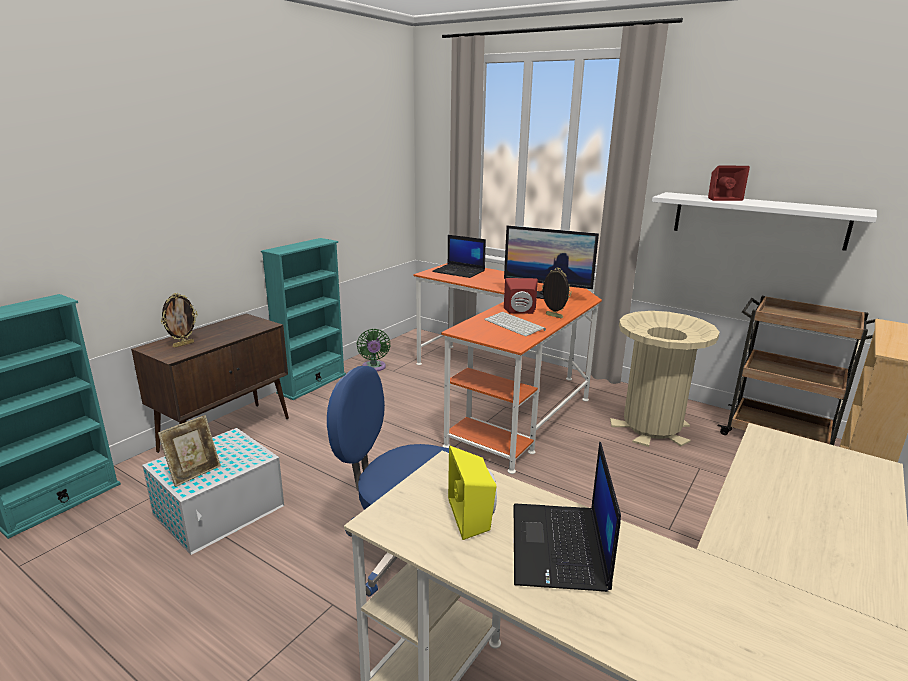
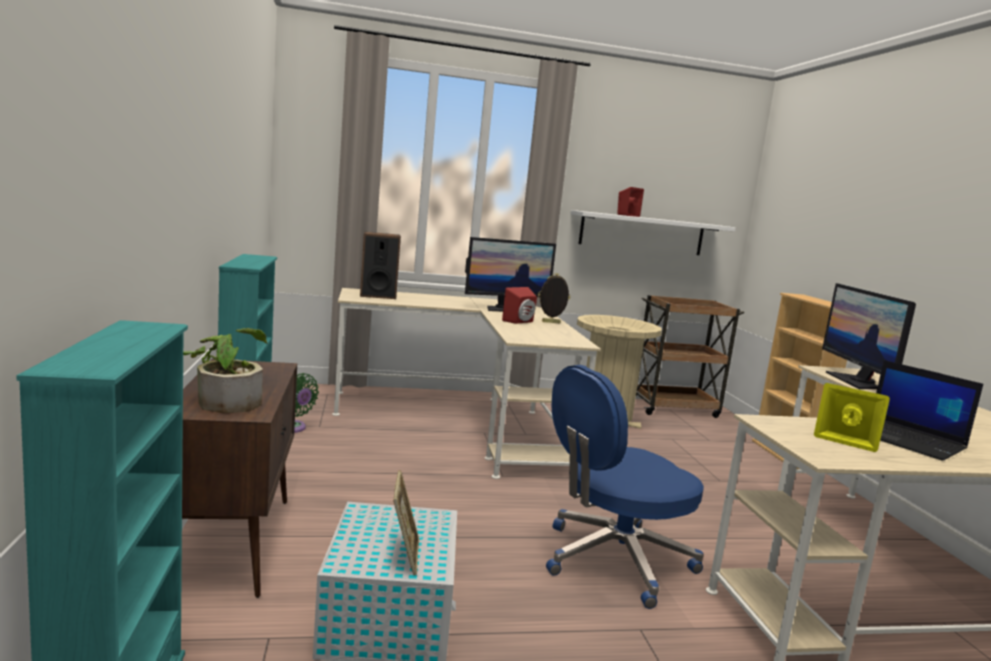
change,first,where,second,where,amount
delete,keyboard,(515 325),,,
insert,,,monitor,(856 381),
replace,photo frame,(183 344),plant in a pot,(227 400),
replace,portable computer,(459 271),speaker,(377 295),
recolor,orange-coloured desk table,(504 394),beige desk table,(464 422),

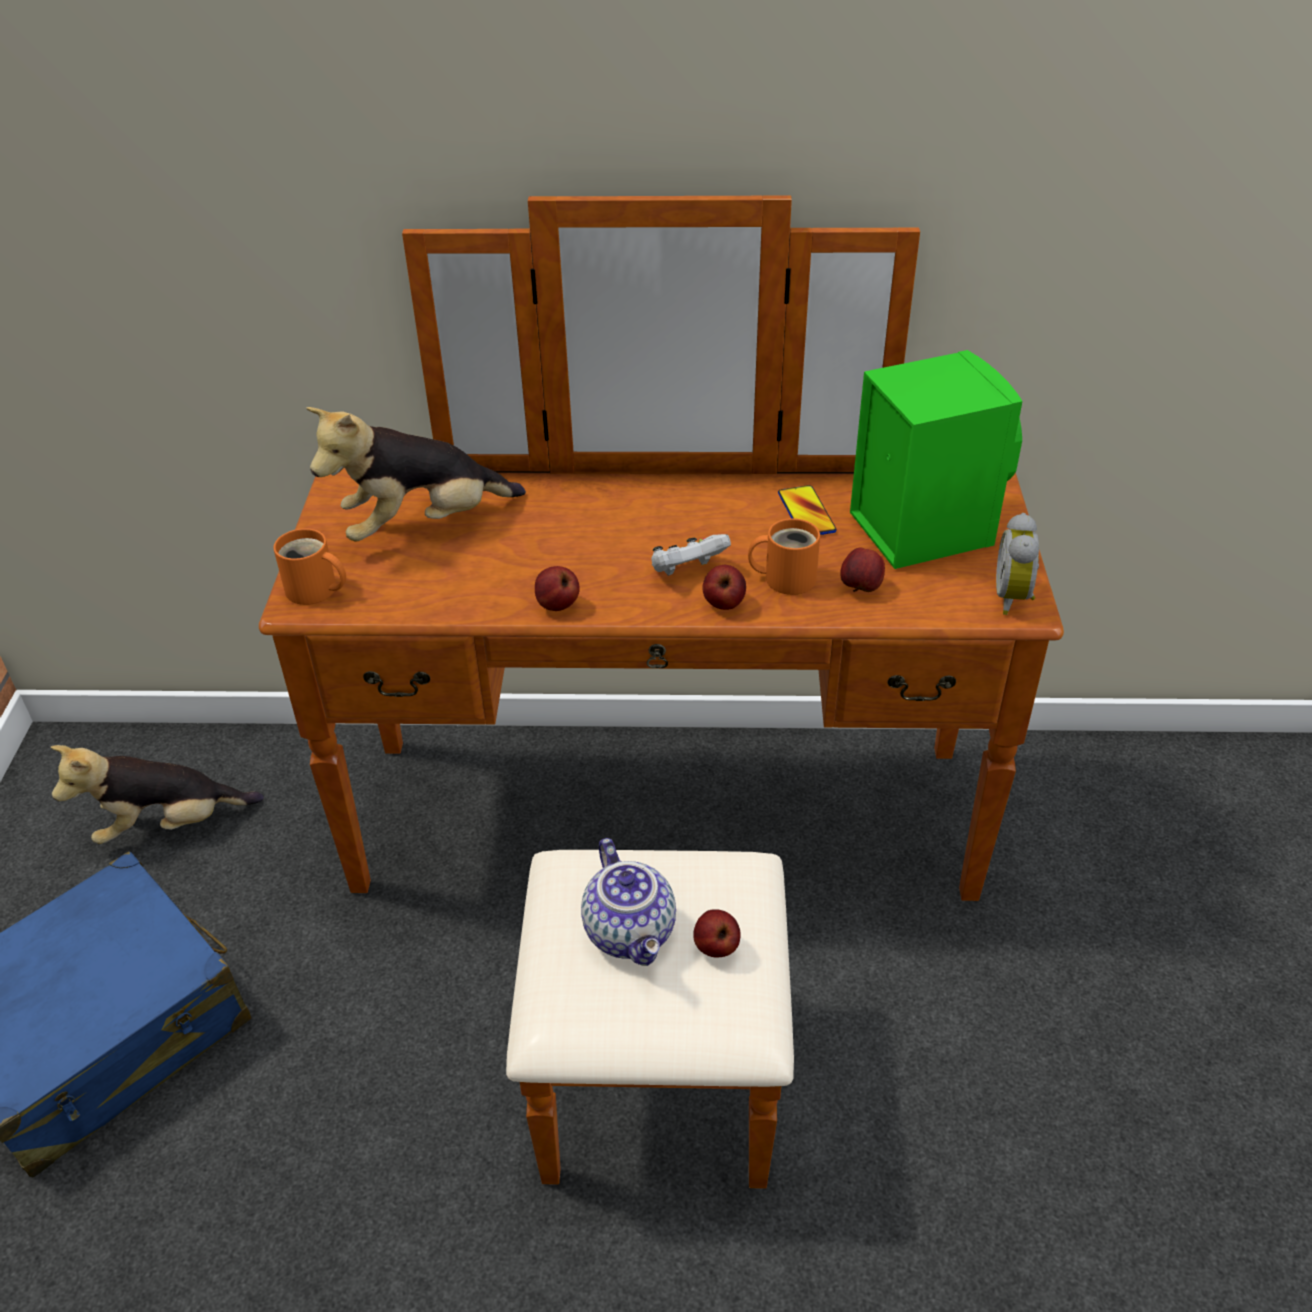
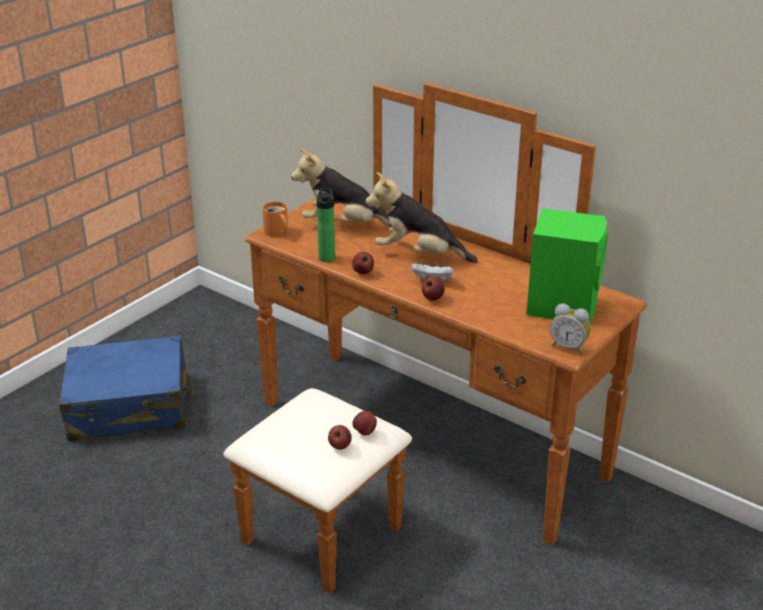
change,first,where,second,where,amount
delete,pot for tea,(632 932),,,
delete,orange-coloured coffee mug,(785 577),,,
delete,telephone,(806 513),,,
insert,,,beverage bottle,(327 256),
move,plush toy,(168 825),,(418 254),
move,apple fruit,(861 588),,(364 432),
rotate,alarm clock,(1014 598),,(569 347),105 degrees counterclockwise

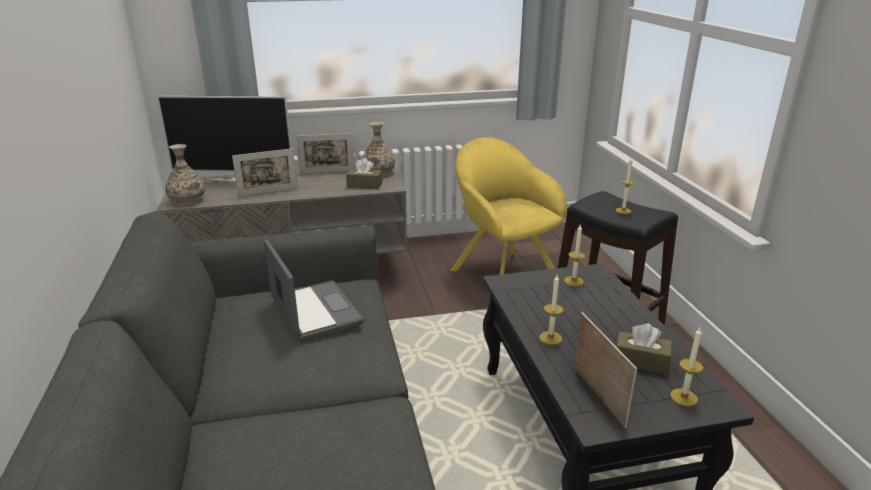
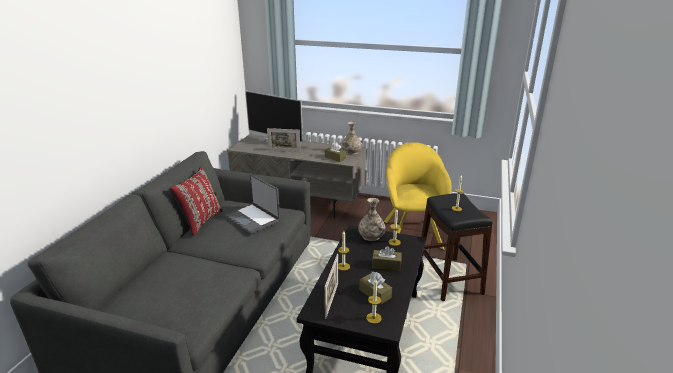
change,first,where,second,where,amount
delete,photo frame,(327 172),,,
insert,,,red-coloured pillow,(200 221),
insert,,,brownish tissue box,(386 265),
move,decorative vase,(187 200),,(371 236),
rotate,portable computer,(314 312),,(253 219),135 degrees clockwise

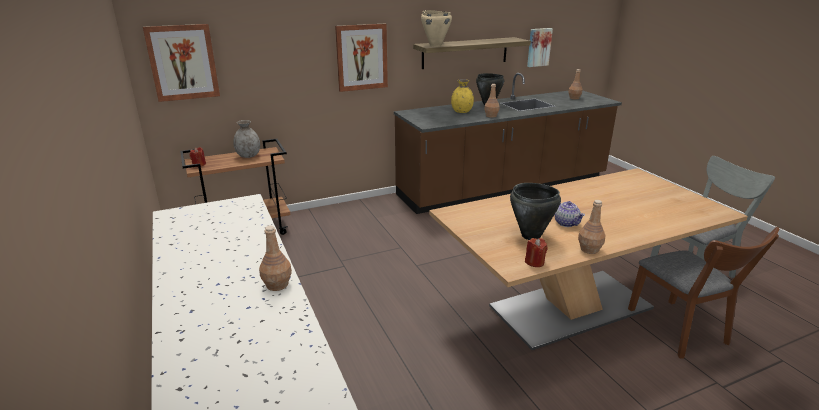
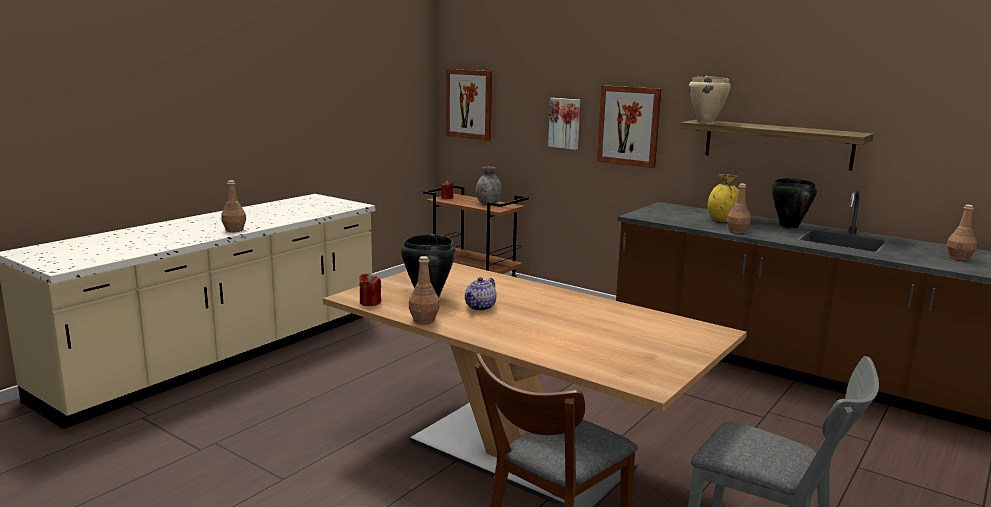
change,first,where,second,where,amount
move,picture,(538 47),,(565 123),

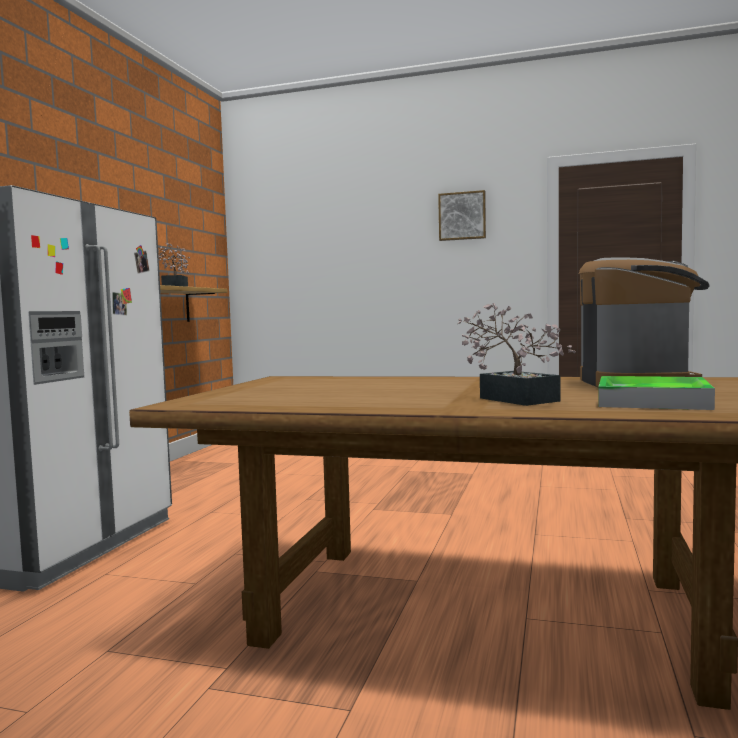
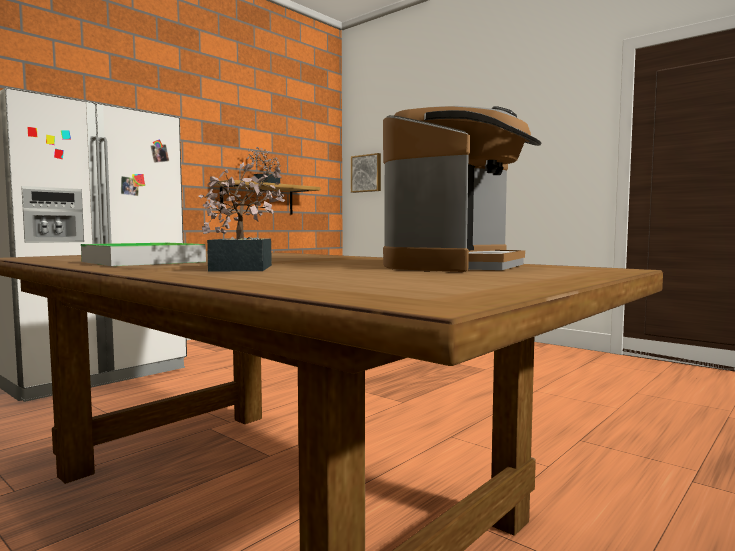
change,first,where,second,where,amount
move,picture,(462 216),,(366 173),
move,tray,(652 401),,(143 261),

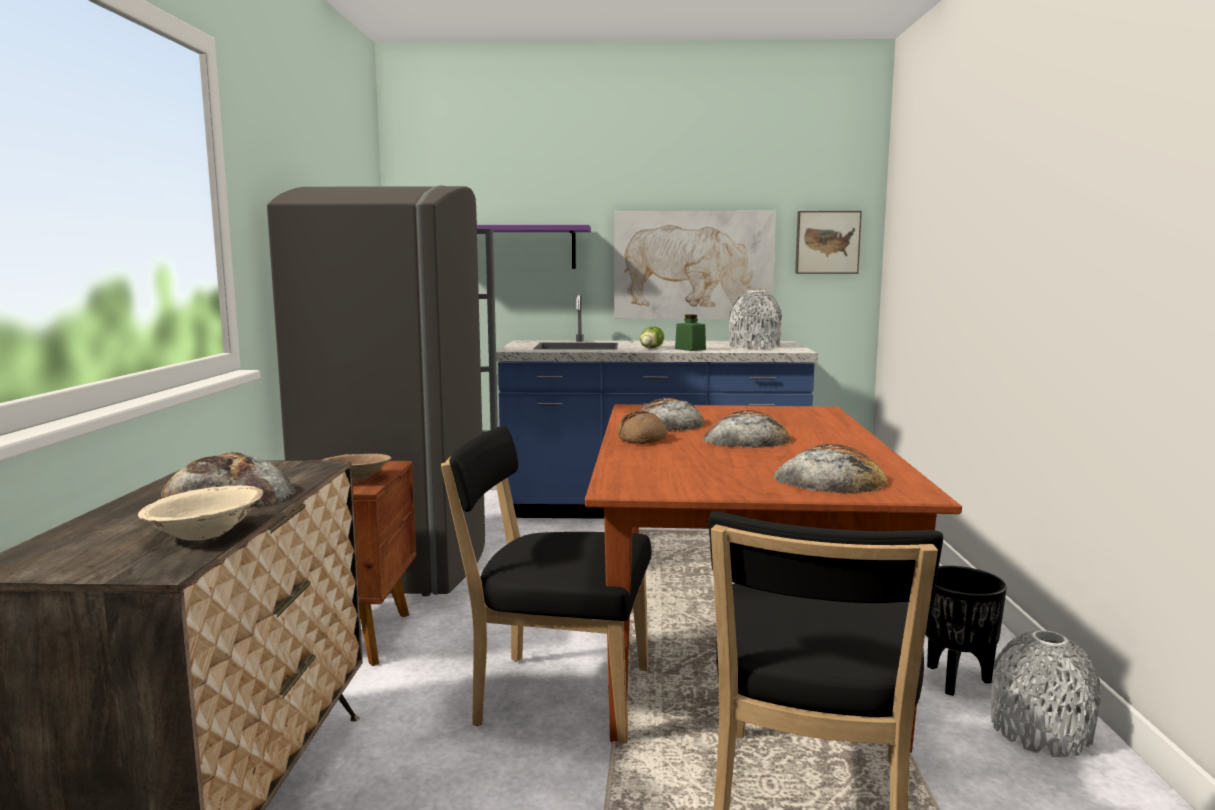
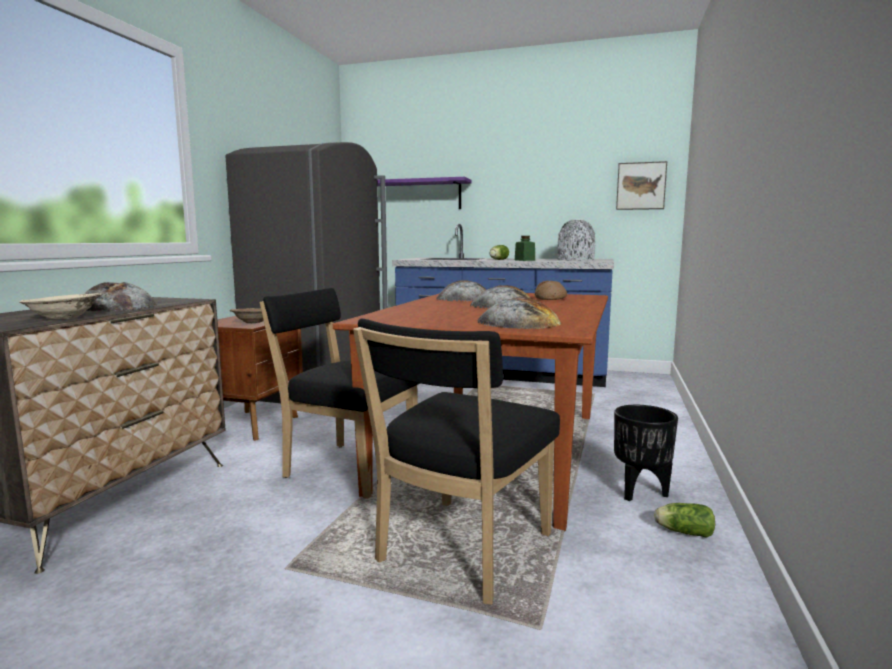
change,first,where,second,where,amount
delete,picture,(693 265),,,
move,bakery bread,(642 439),,(550 298),
replace,greyish decorative vase,(1040 731),lettuce,(682 532),

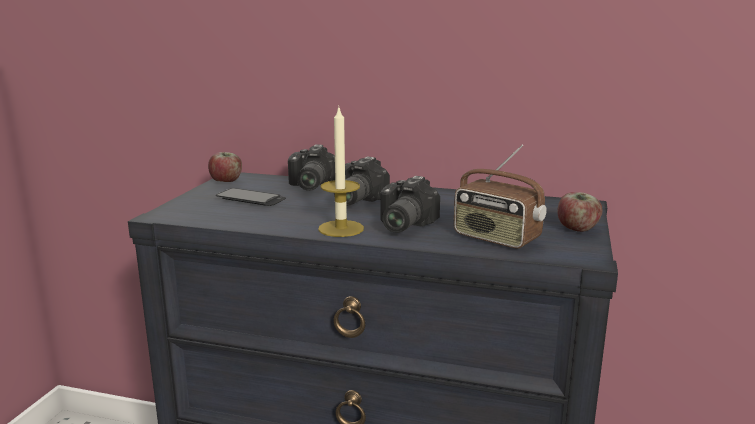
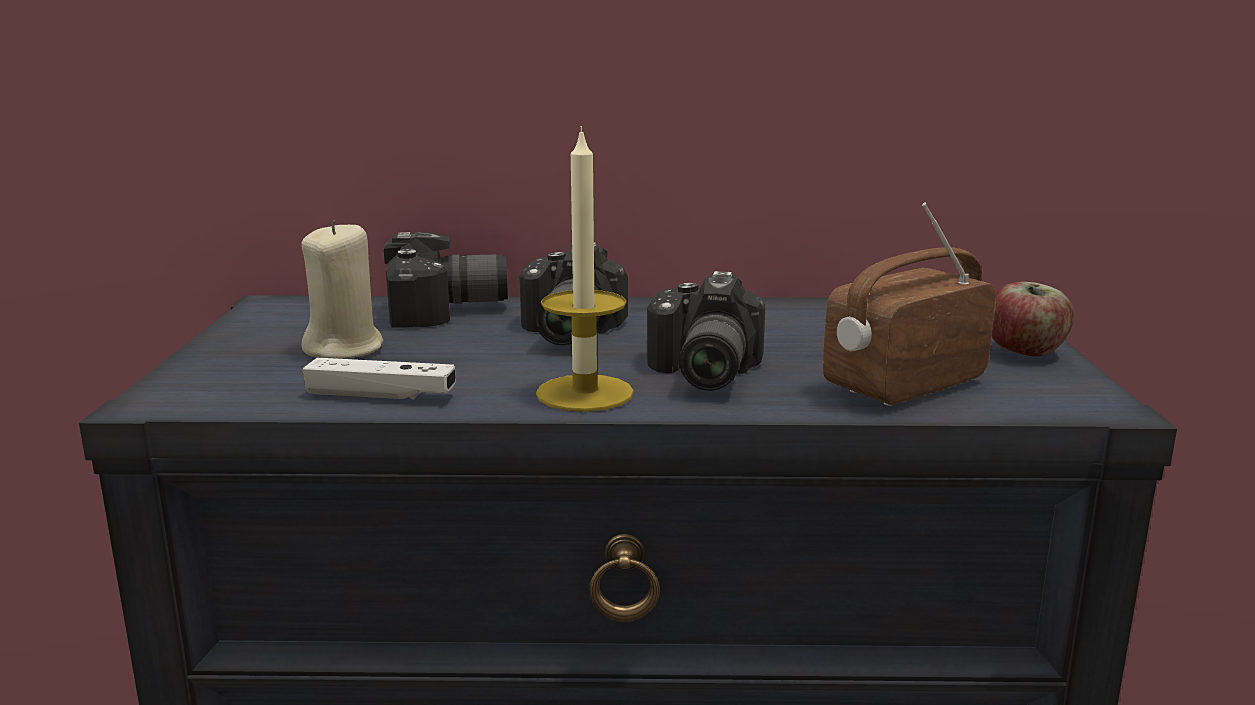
change,first,where,second,where,amount
delete,apple fruit,(226 181),,,
insert,,,white gamepad,(381 395),
replace,telephone,(251 199),beige candle,(345 349),
rotate,still camera,(308 186),,(448 312),90 degrees counterclockwise
rotate,radio,(495 238),,(902 384),120 degrees clockwise

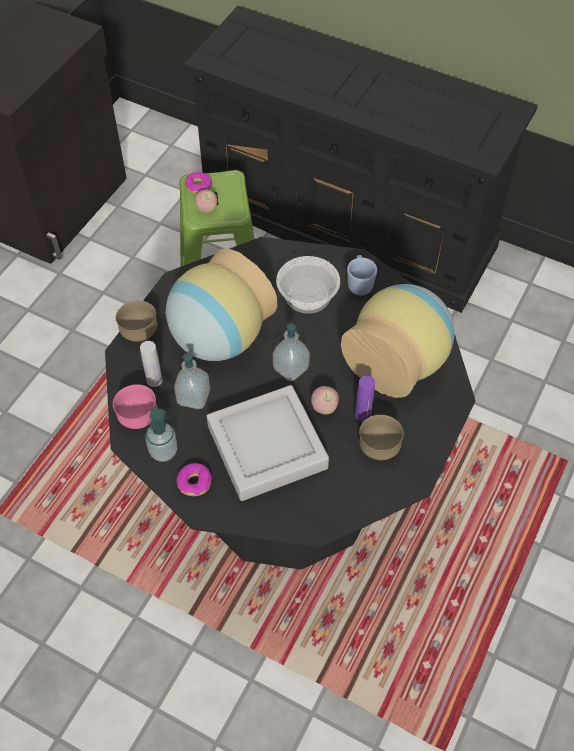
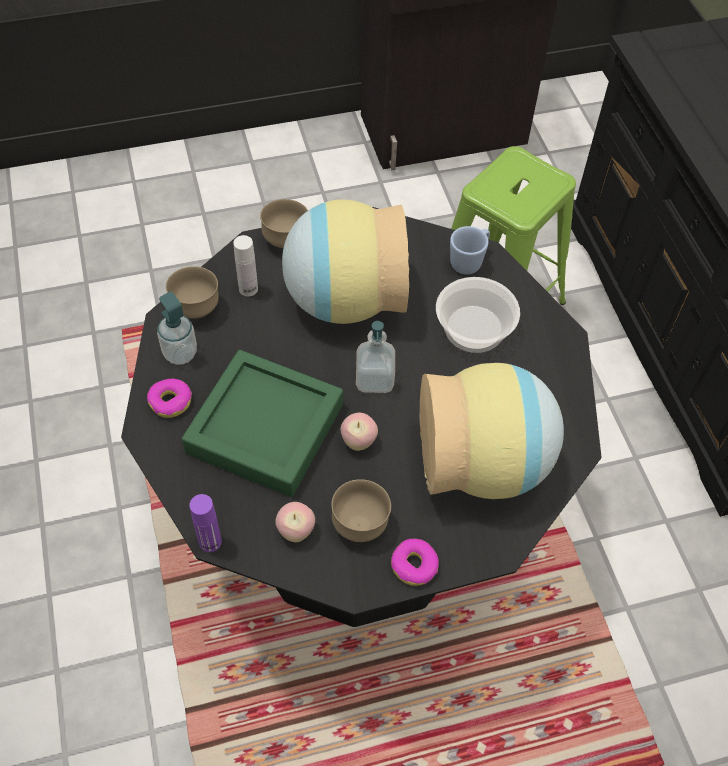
change,first,where,second,where,amount
delete,soap bottle,(193 397),,,
move,donut,(199 186),,(414 566),
move,apple fruit,(207 210),,(296 531),
move,blue-coloured coffee mug,(359 283),,(469 261),
move,purple beverage bottle,(362 414),,(210 541),
recolor,pinkish bowl,(138 418),brownish bowl,(196 309),
recolor,greyish tray,(267 447),green tray,(265 428),

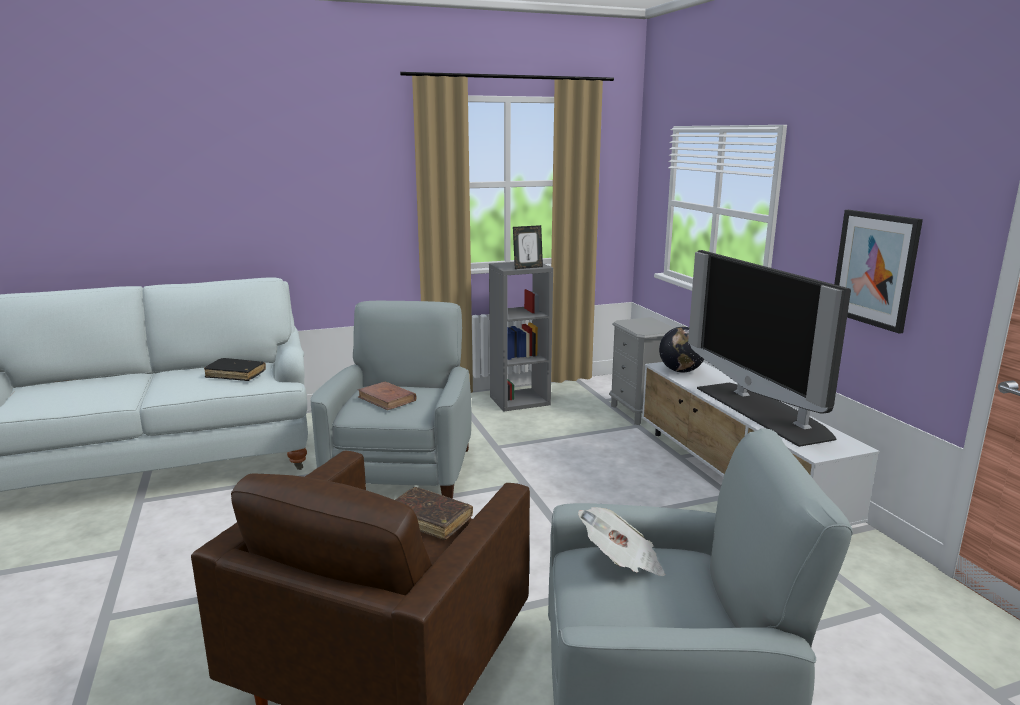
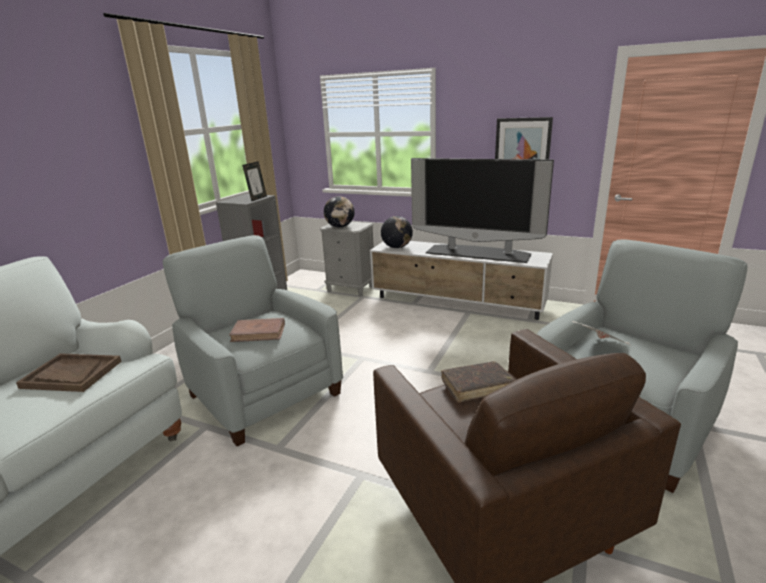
change,first,where,second,where,amount
insert,,,globe,(340 226),
replace,blackish volume,(236 375),brownish tray,(71 374),

